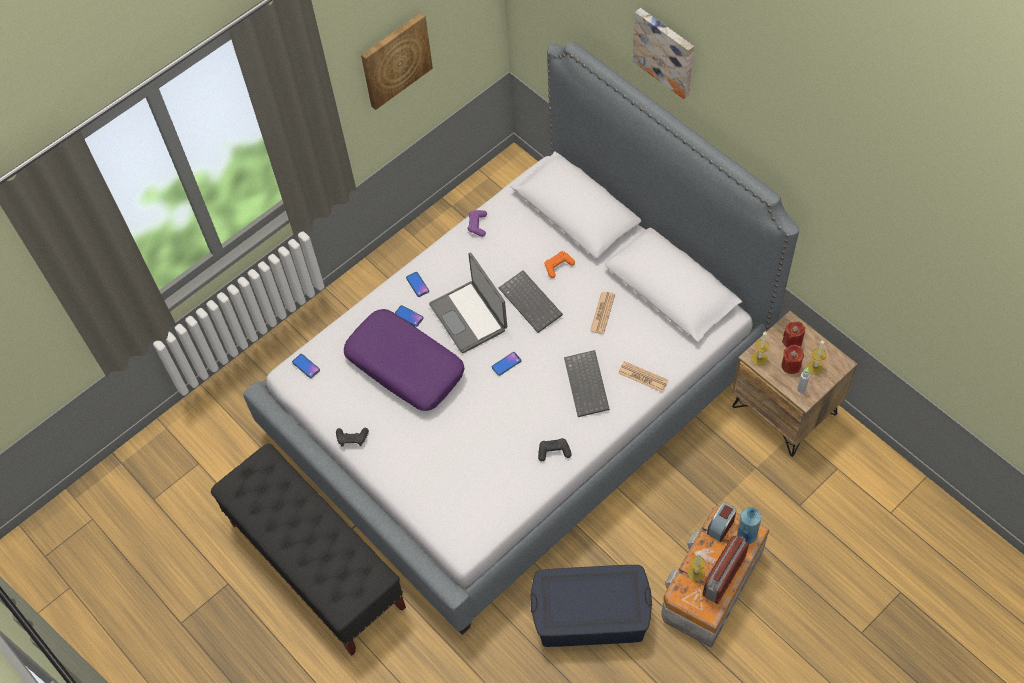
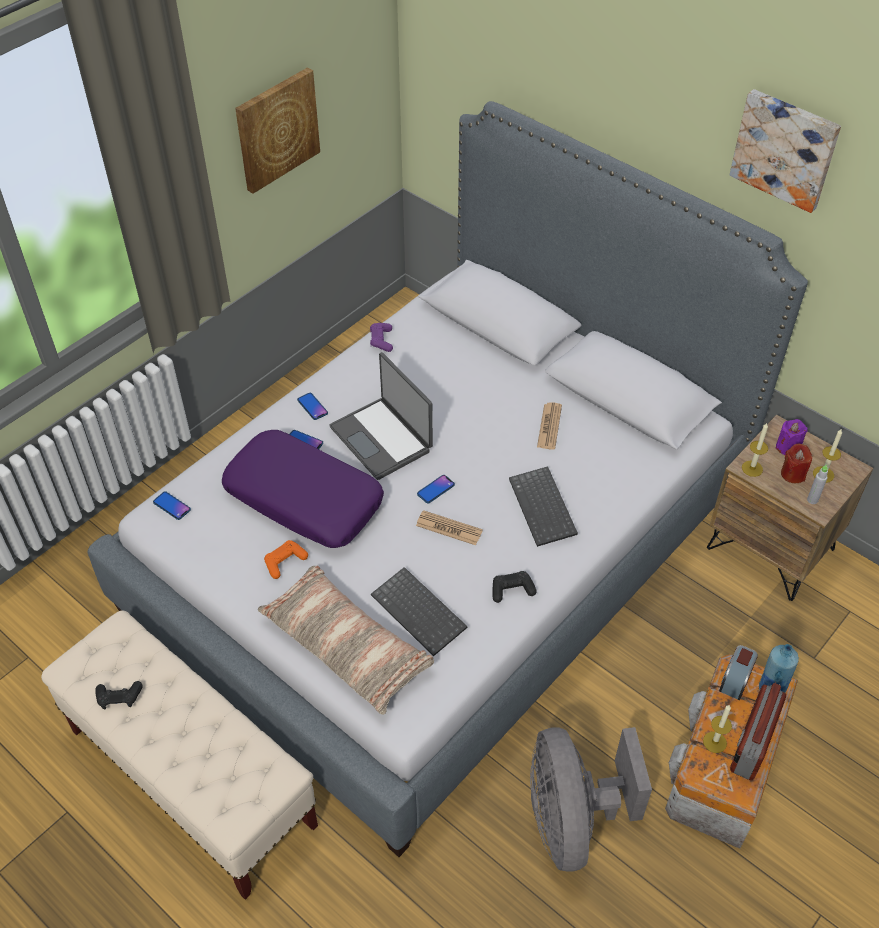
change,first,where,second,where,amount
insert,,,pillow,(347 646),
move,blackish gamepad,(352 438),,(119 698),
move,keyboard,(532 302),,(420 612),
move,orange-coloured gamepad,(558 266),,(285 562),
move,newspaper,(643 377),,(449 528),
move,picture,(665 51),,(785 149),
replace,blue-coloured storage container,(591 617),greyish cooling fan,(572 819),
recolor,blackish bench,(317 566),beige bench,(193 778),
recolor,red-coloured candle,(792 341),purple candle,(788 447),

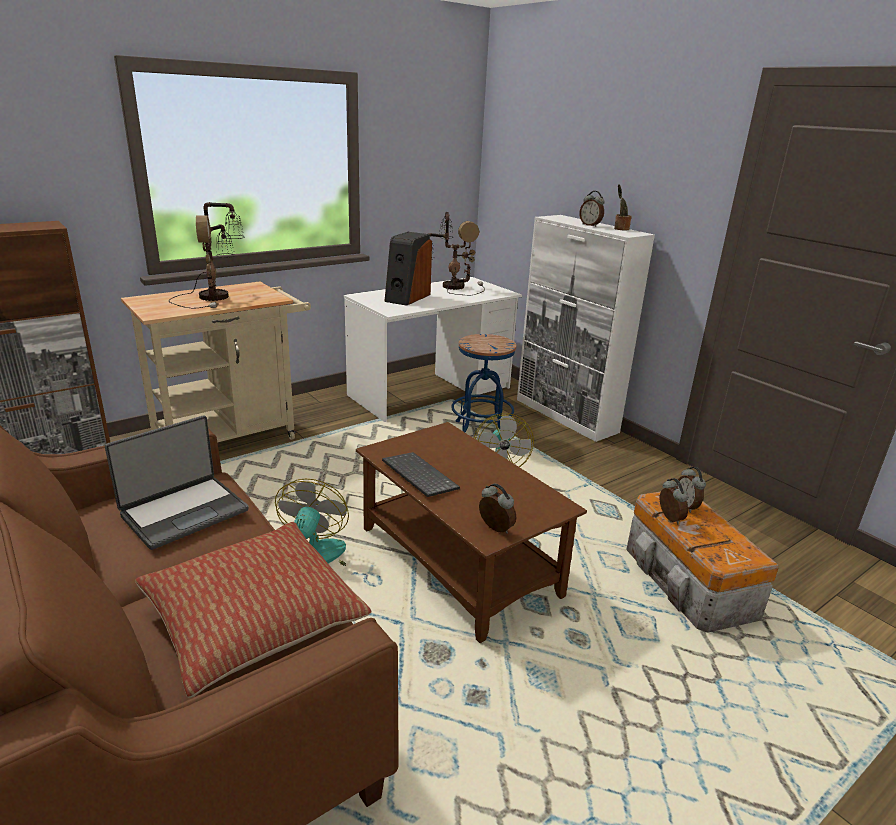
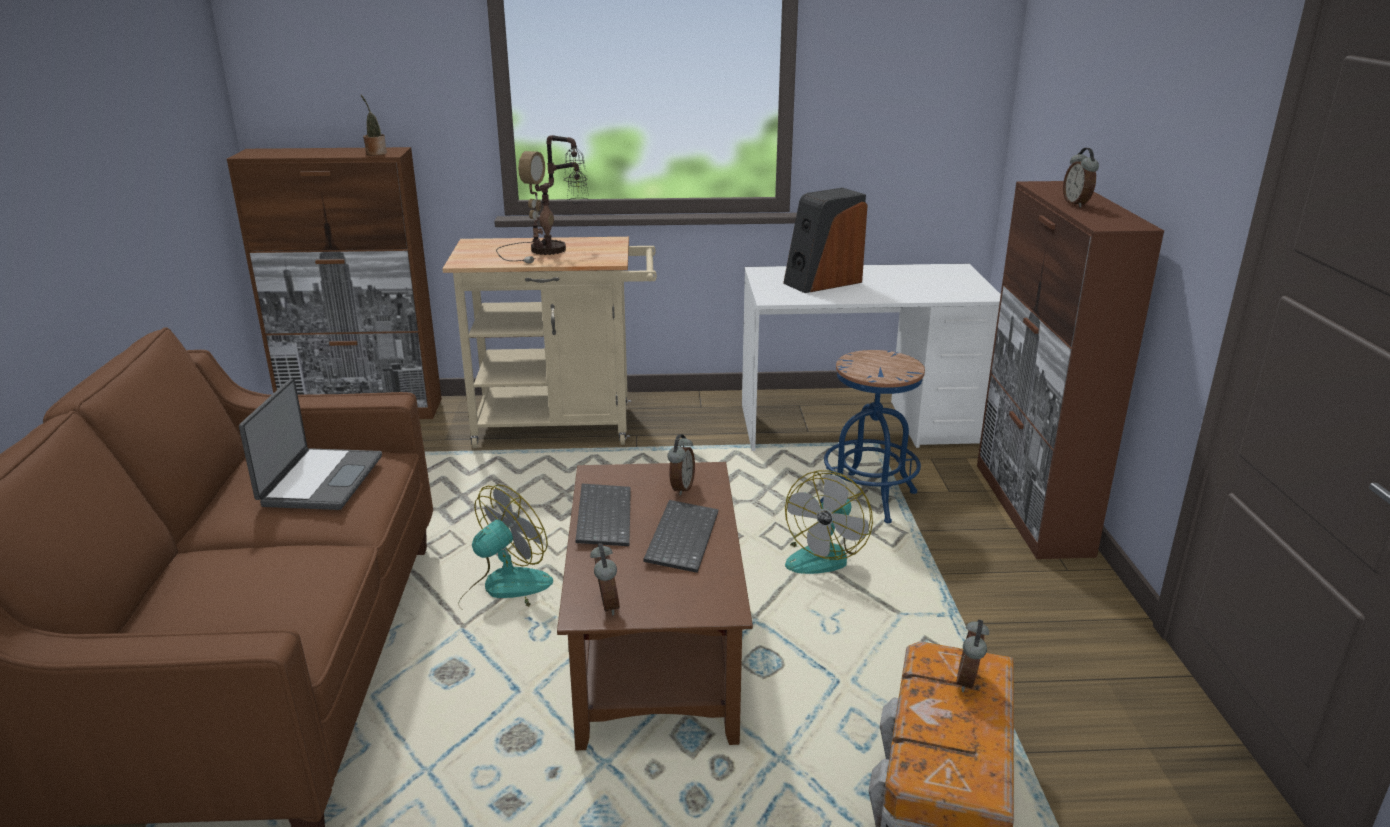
change,first,where,second,where,amount
delete,pillow,(252 620),,,
delete,tabletop lamp,(451 286),,,
insert,,,keyboard,(680 537),
move,plant in a pot,(620 229),,(375 153),
move,alarm clock,(669 518),,(681 488),
recolor,white cabinet,(566 416),brownish cabinet,(1031 508),
rotate,portable computer,(184 512),,(320 480),75 degrees counterclockwise

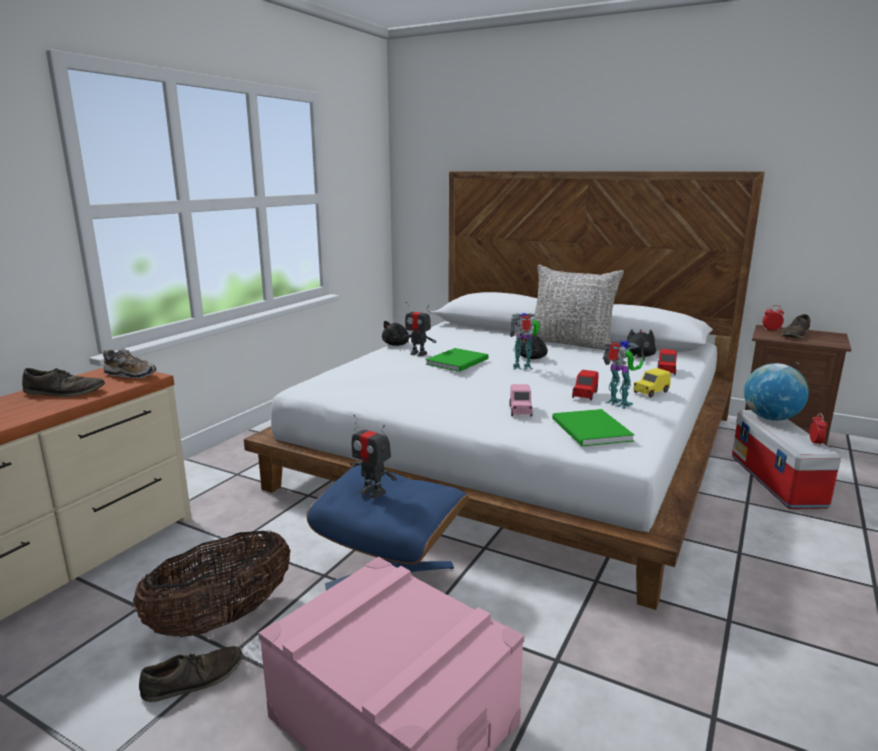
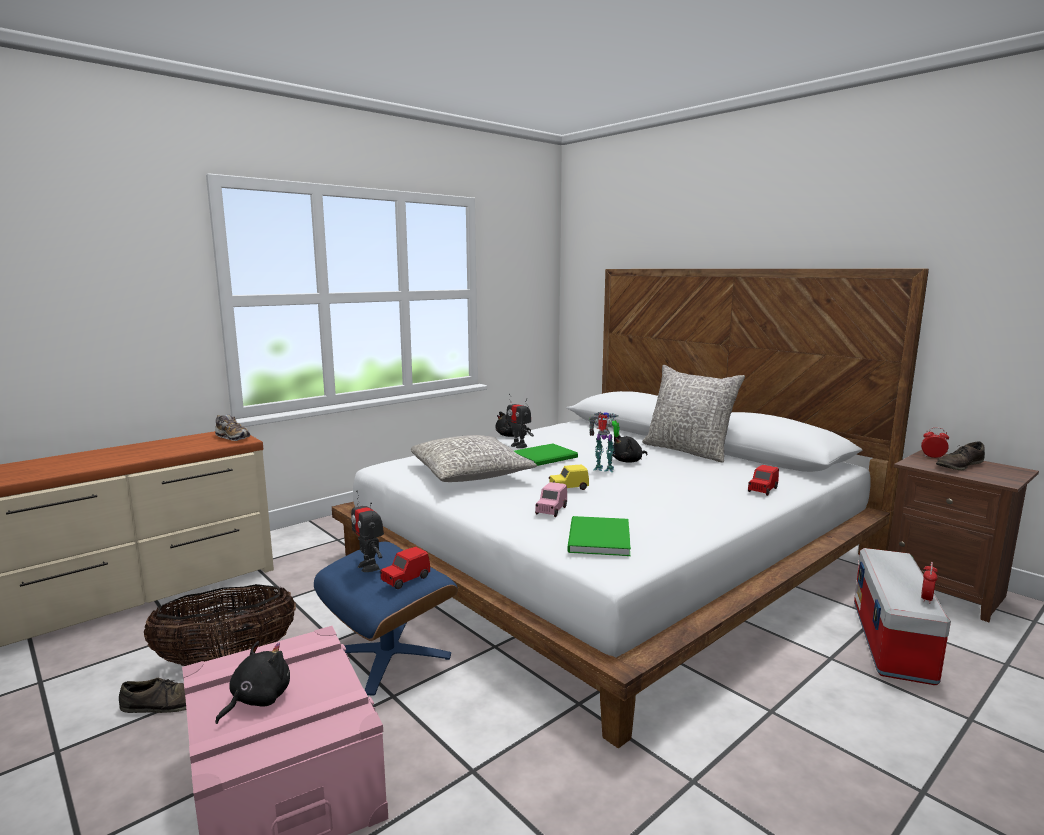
change,first,where,second,where,amount
delete,brownish low shoe,(64 392),,,
delete,model robot,(618 404),,,
delete,globe,(770 418),,,
insert,,,greyish pillow,(471 474),
move,red-coloured miniature car,(584 395),,(405 579),
move,blackish plush toy,(639 356),,(257 700),
move,yellow-coloured miniature car,(650 392),,(568 488),

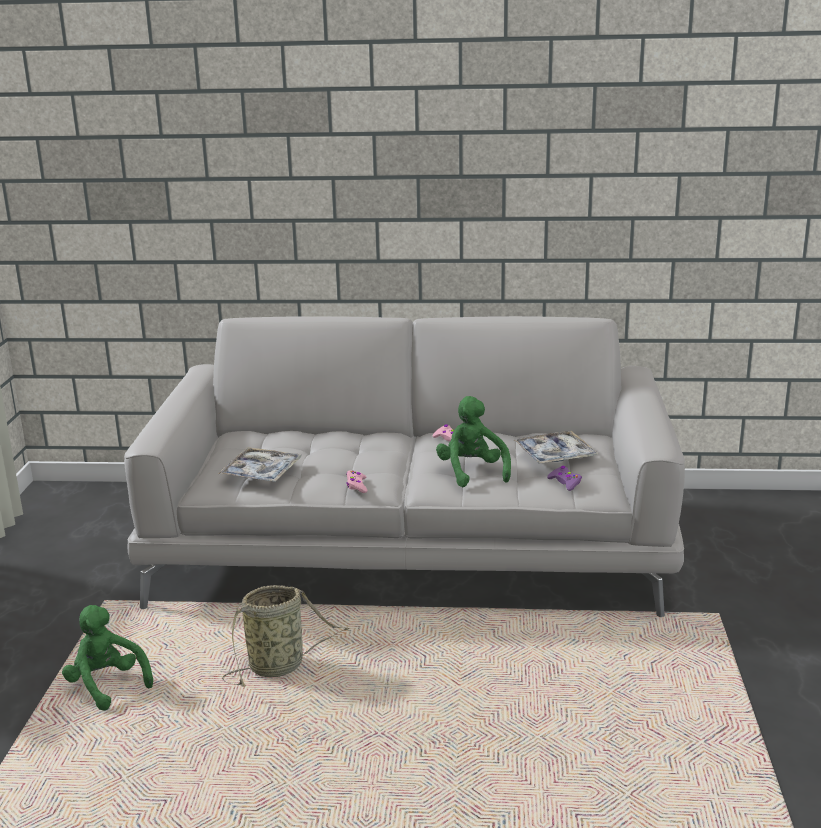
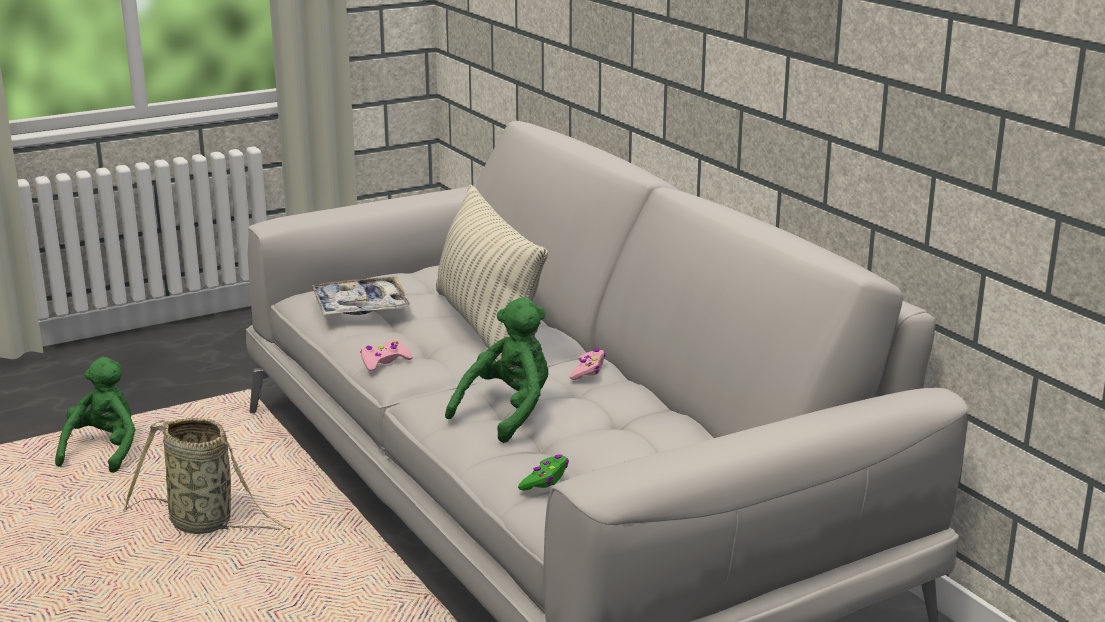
change,first,where,second,where,amount
delete,tray,(555 455),,,
insert,,,pillow,(486 326),
recolor,purple gamepad,(565 482),green gamepad,(545 480),

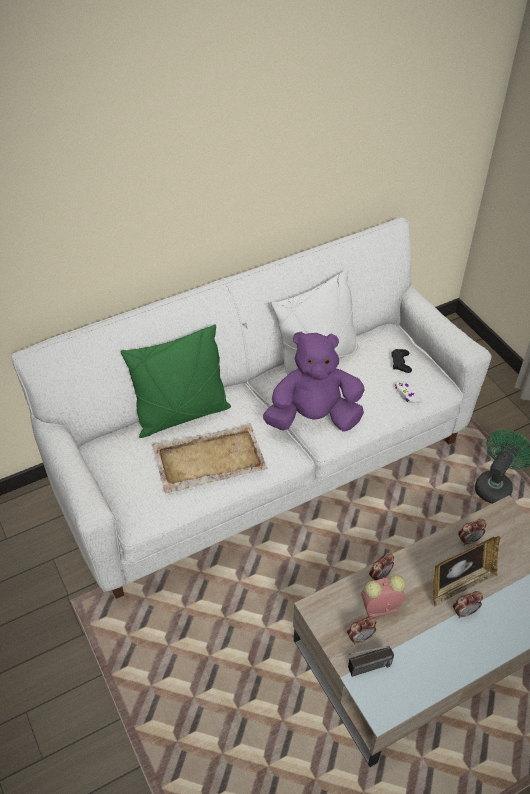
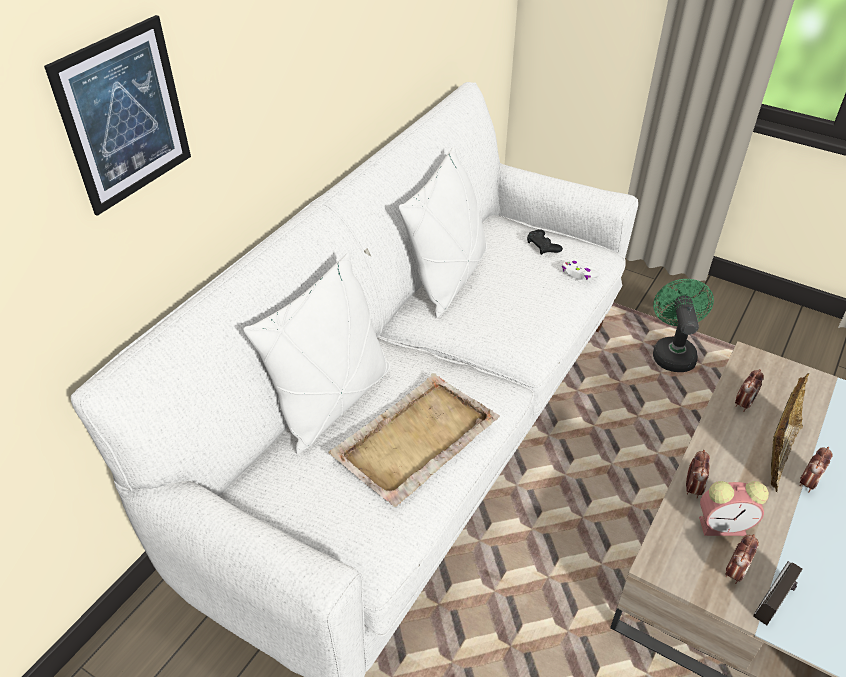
change,first,where,second,where,amount
delete,purple plush toy,(313 417),,,
insert,,,picture,(124 116),
recolor,green pillow,(182 414),white pillow,(333 402),
rotate,alarm clock,(379 608),,(724 525),135 degrees counterclockwise

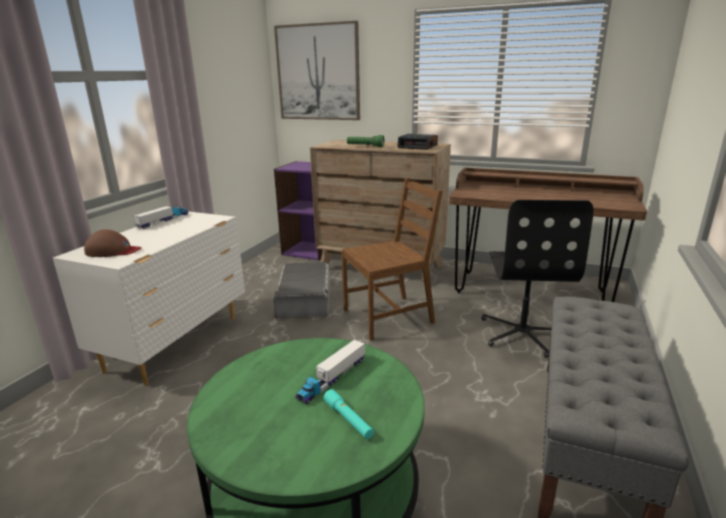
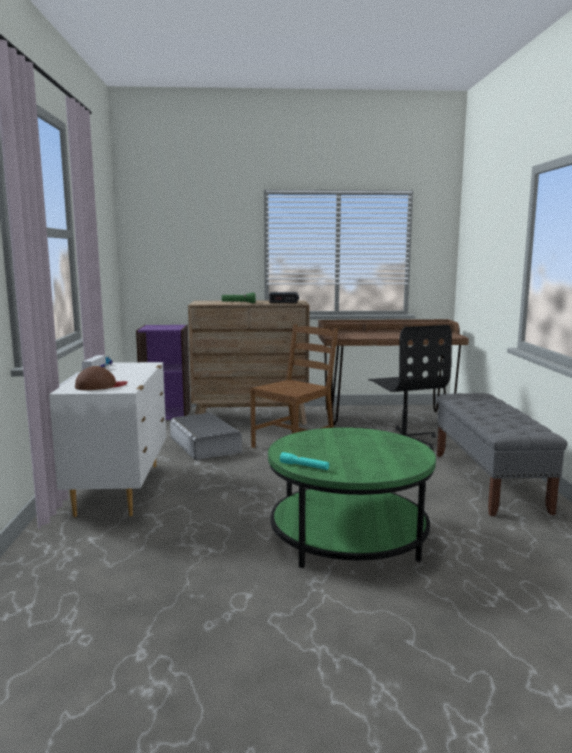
change,first,where,second,where,amount
delete,picture,(318 73),,,
delete,toy truck,(332 379),,,
move,turquoise-coloured hand torch,(348 419),,(304 466),

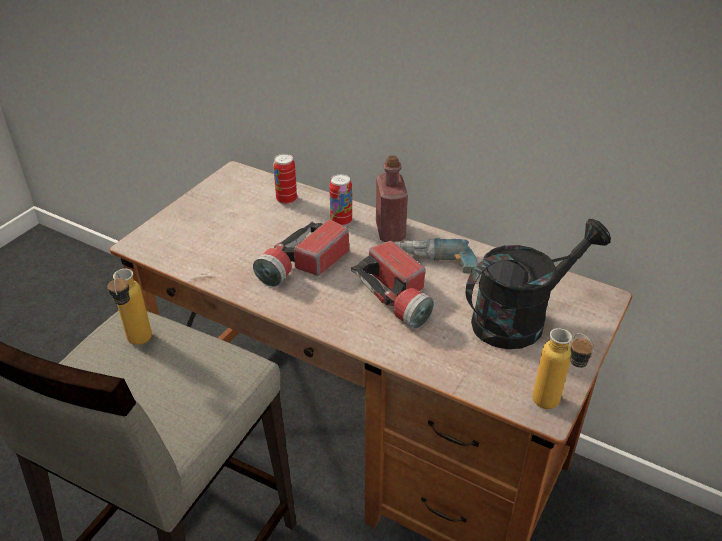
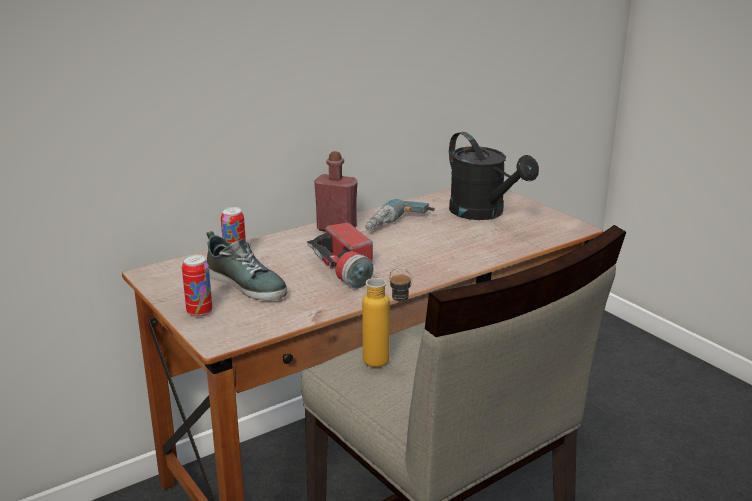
change,first,where,second,where,amount
delete,hand torch,(397 297),,,
delete,beverage bottle,(553 407),,,
insert,,,low shoe,(247 284),
move,sealed can,(341 221),,(199 312),
rotate,blackish watering can,(520 319),,(484 213),150 degrees clockwise

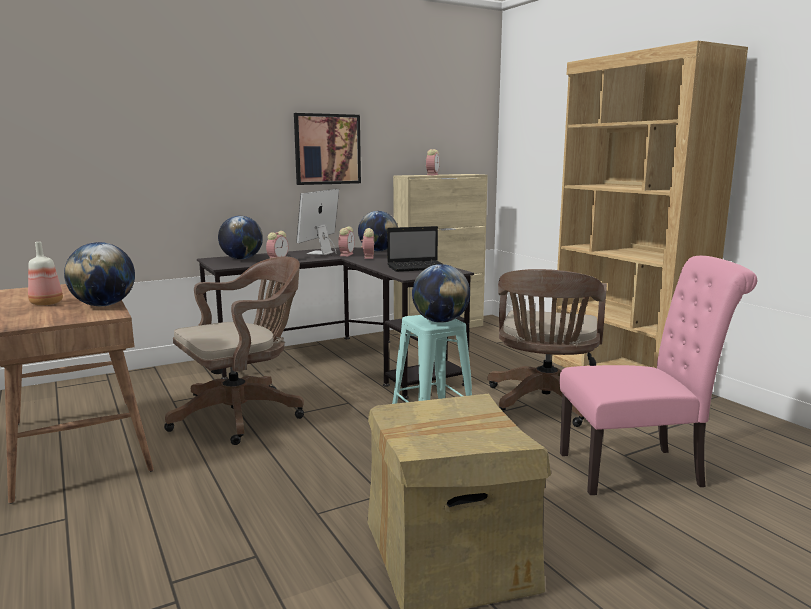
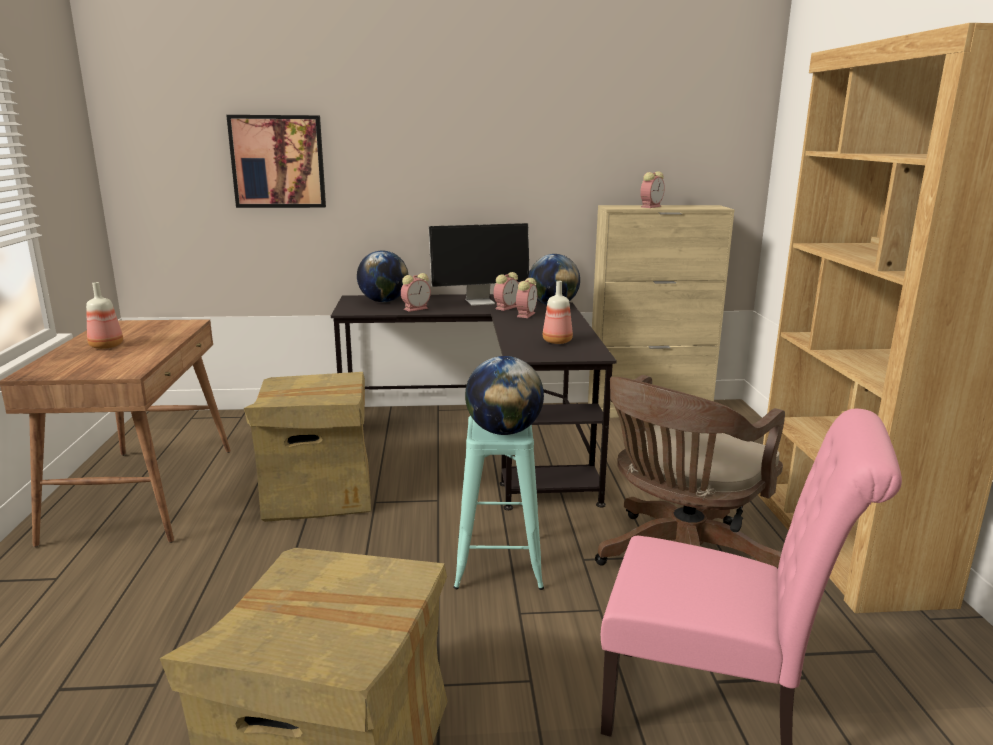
change,first,where,second,where,amount
delete,globe,(104 305),,,
move,picture,(327 149),,(278 161),
replace,brownish desk chair,(243 414),carton,(317 490),
replace,portable computer,(418 267),beverage bottle,(558 341),
rotate,monitor,(320 253),,(481 301),150 degrees counterclockwise

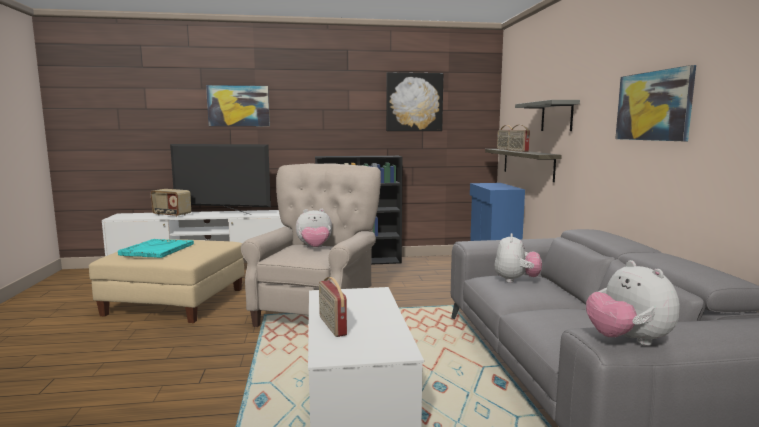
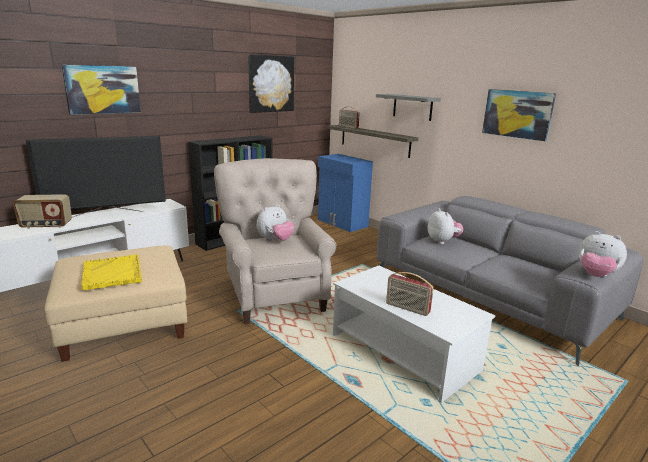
change,first,where,second,where,amount
delete,radio,(517 151),,,
recolor,turquoise-coloured tray,(157 249),yellow-coloured tray,(112 273),

